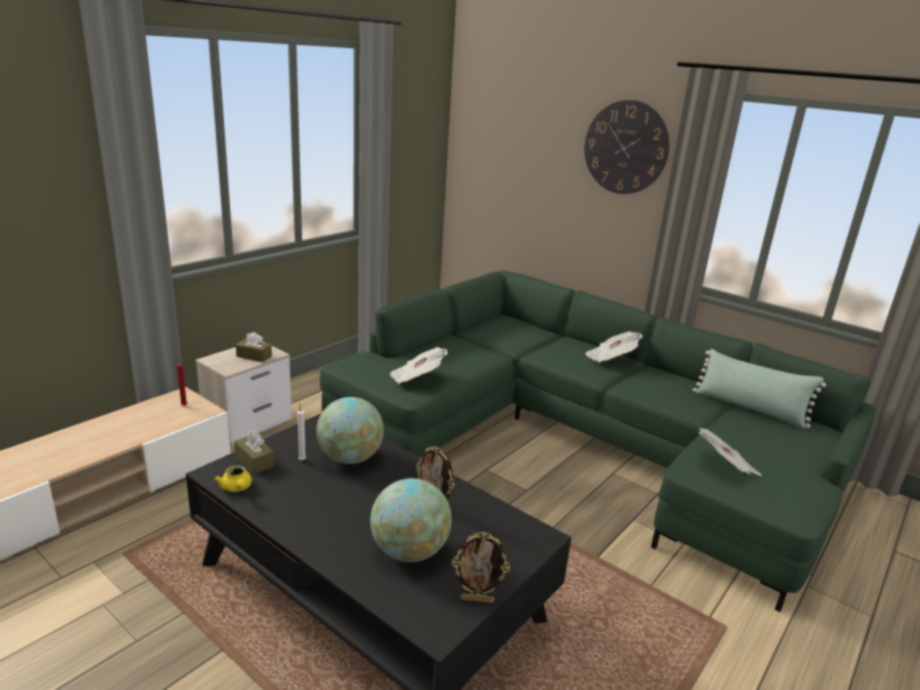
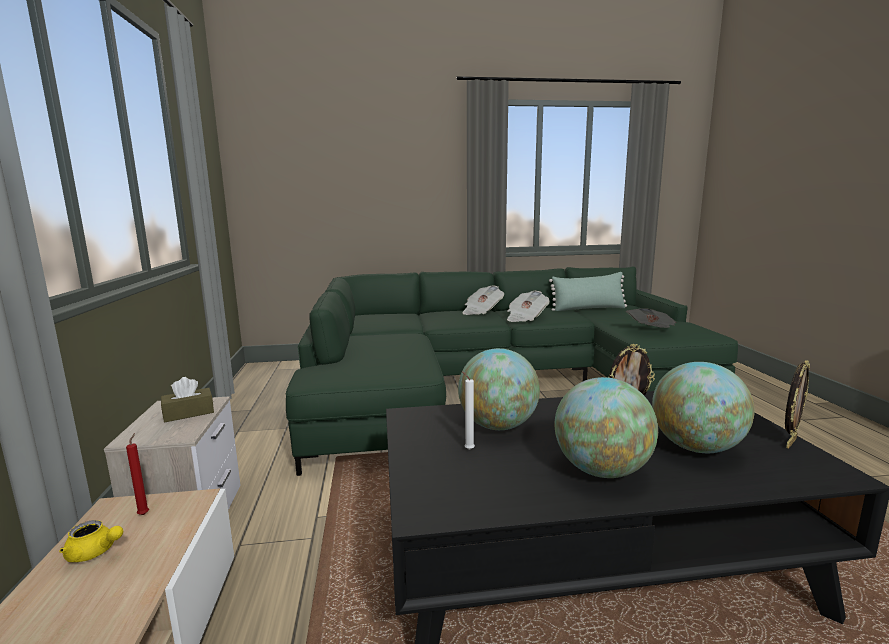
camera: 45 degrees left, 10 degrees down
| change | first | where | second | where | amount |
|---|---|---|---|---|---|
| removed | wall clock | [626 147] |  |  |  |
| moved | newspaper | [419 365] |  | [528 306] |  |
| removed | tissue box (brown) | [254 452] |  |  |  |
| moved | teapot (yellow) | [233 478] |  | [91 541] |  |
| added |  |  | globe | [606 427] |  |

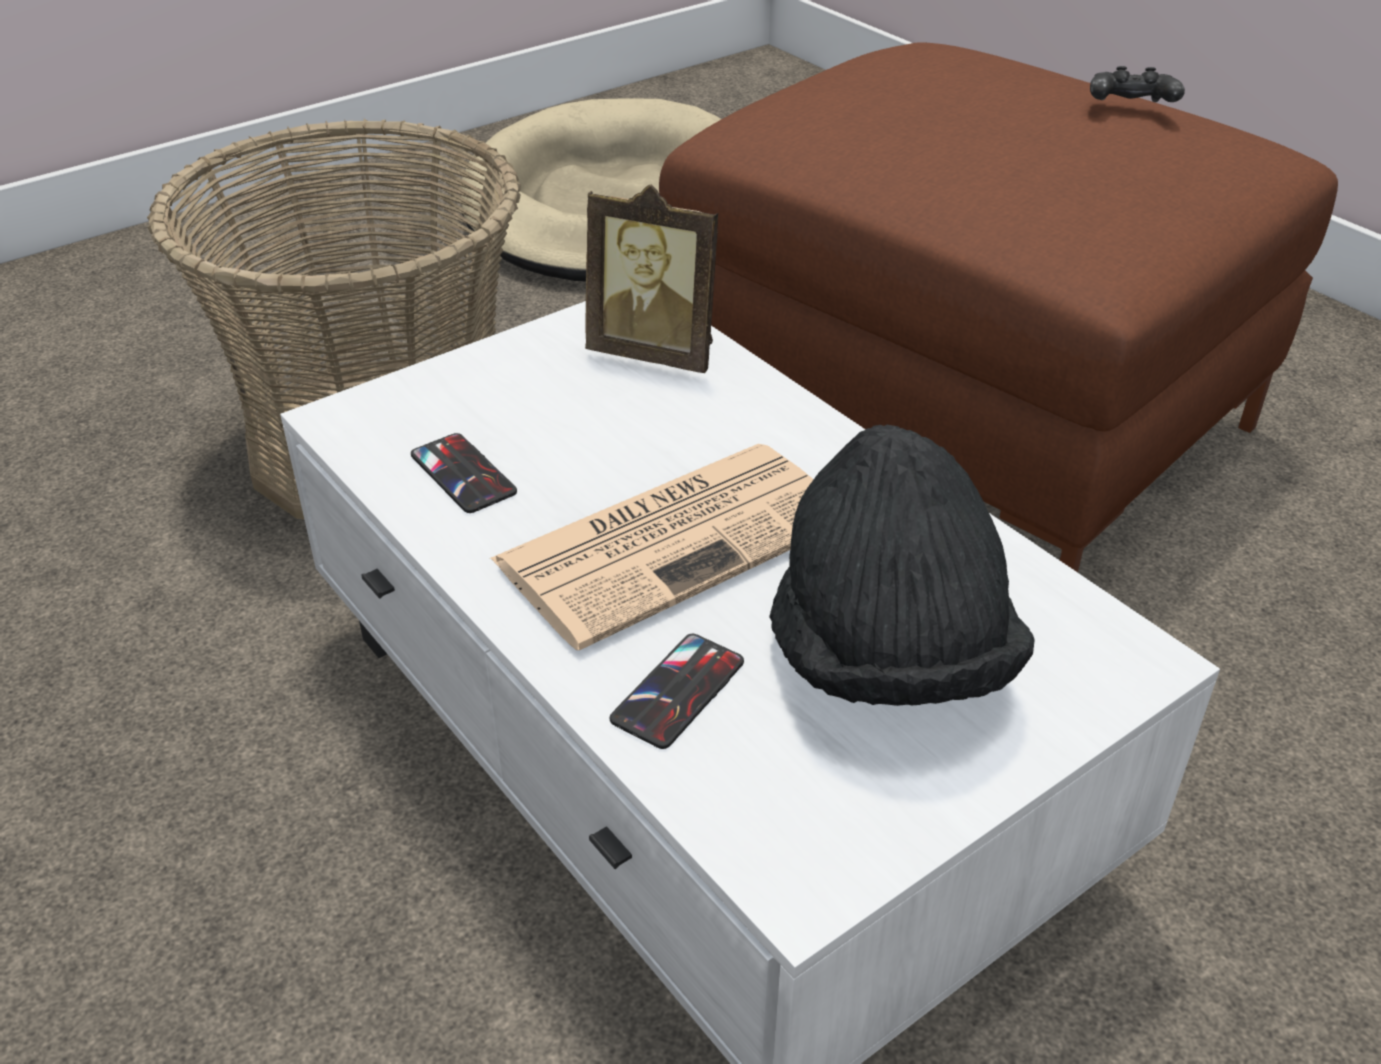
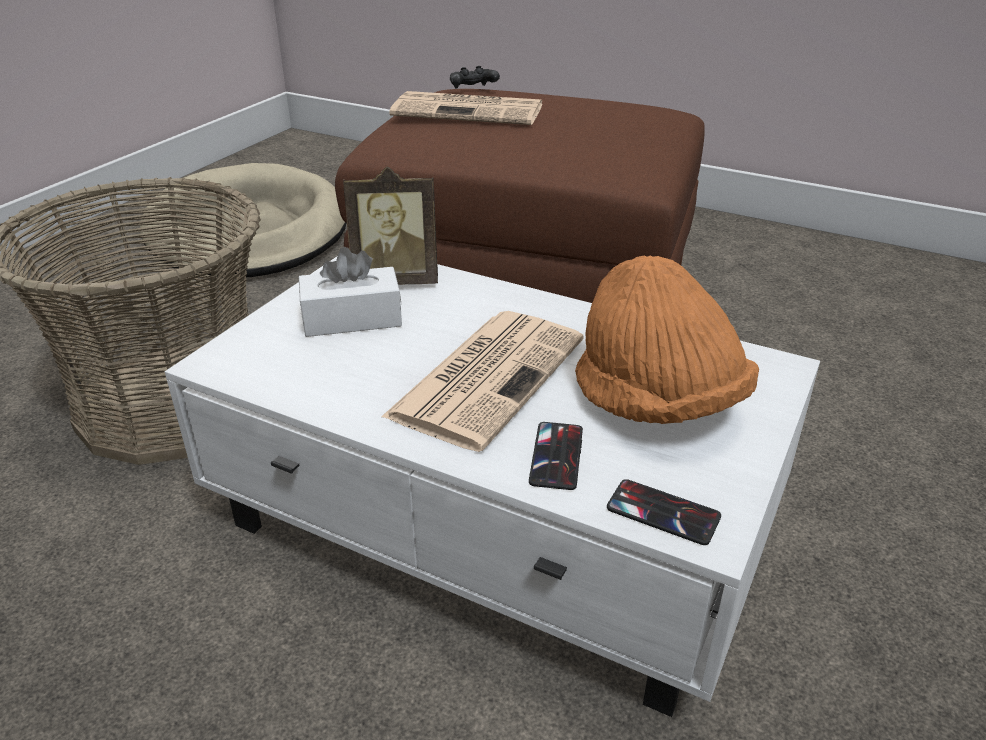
camera: 25 degrees left, 5 degrees down
| change | first | where | second | where | amount |
|---|---|---|---|---|---|
| moved | game controller (black) | [1137 84] |  | [475 77] |  |
| recoloured | hat (black) | [902 565] | hat (orange) | [667 339] |  |
| moved | phone | [464 473] |  | [664 512] |  |
| added |  |  | newspaper | [466 108] |  |
| added |  |  | tissue box (white) | [350 292] |  |

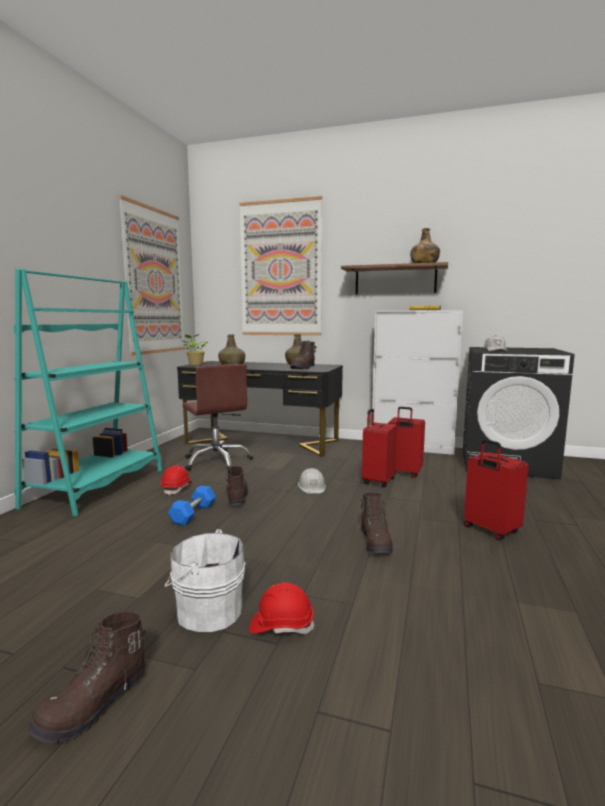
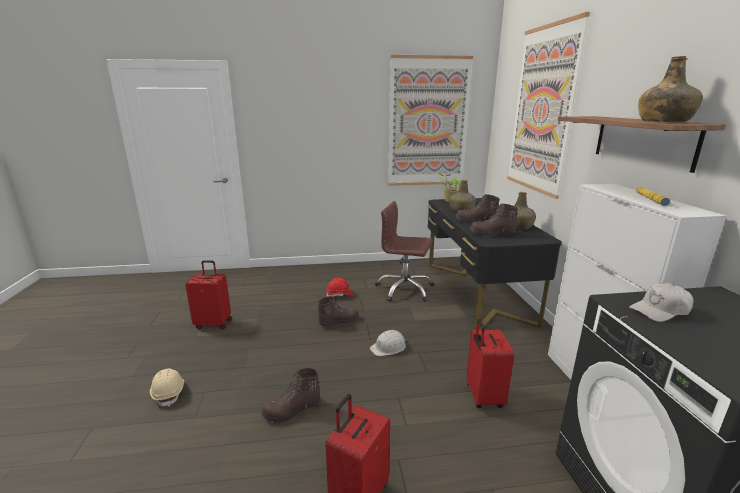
camera: 65 degrees right, 10 degrees up
| change | first | where | second | where | amount |
|---|---|---|---|---|---|
| removed | bookcase (turquoise) | [88 393] |  |  |  |
| turned | office chair (brown) | [218 417] |  | [404 251] | 75 degrees clockwise |
| moved | suitcase (red) | [379 448] |  | [208 295] |  |
| removed | dumbbell (blue) | [192 505] |  |  |  |
| removed | bucket (white) | [205 580] |  |  |  |
| recoloured | hard hat (red) | [282 608] | hard hat (beige) | [167 388] |  |
| moved | boot (brown) | [87 677] |  | [477 209] |  |

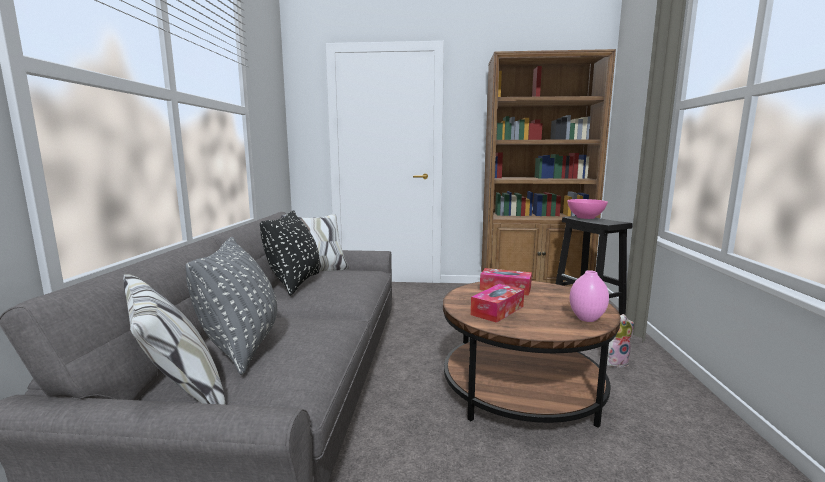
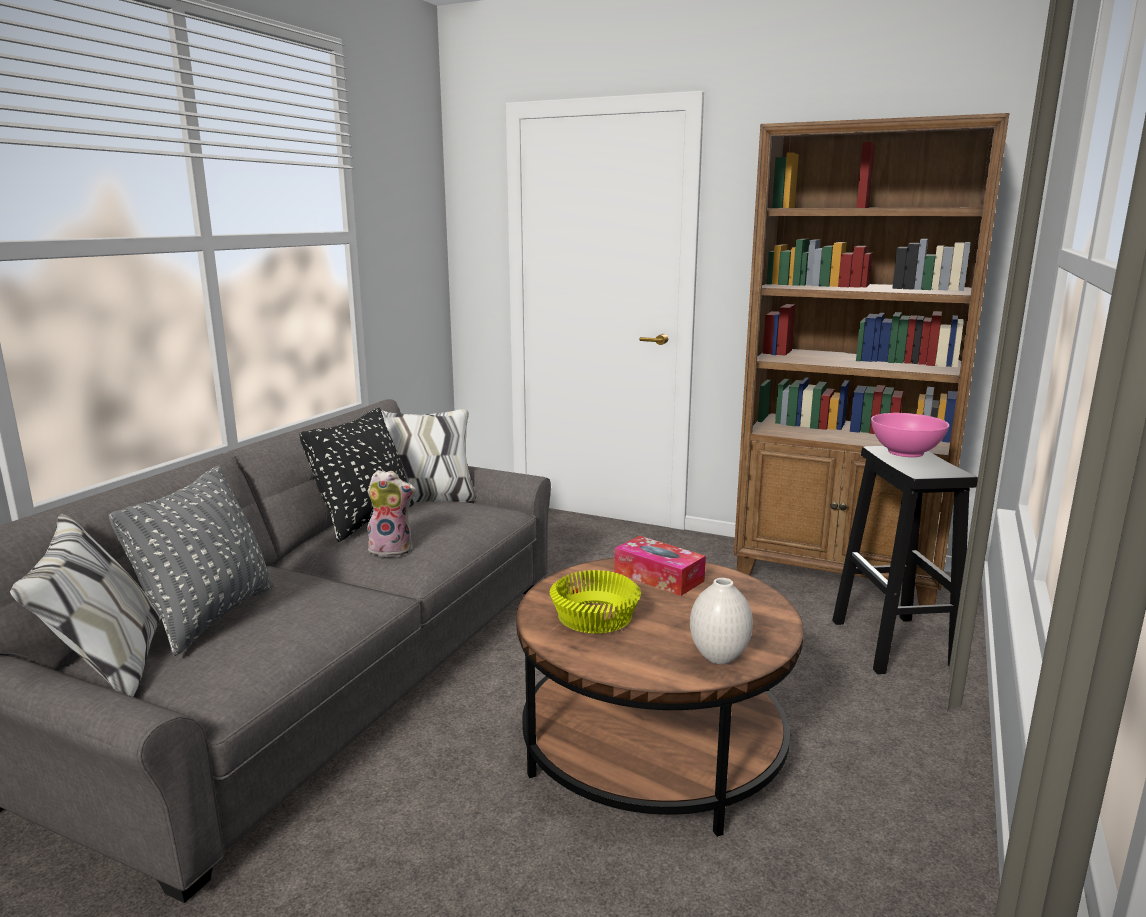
camera: 20 degrees right, 5 degrees up
| change | first | where | second | where | amount |
|---|---|---|---|---|---|
| recoloured | vase (pink) | [589 296] | vase (white) | [721 621] |  |
| replaced | tissue box | [497 303] | bowl (yellow) | [595 602] |  |
| moved | plush toy | [620 340] |  | [391 513] |  |

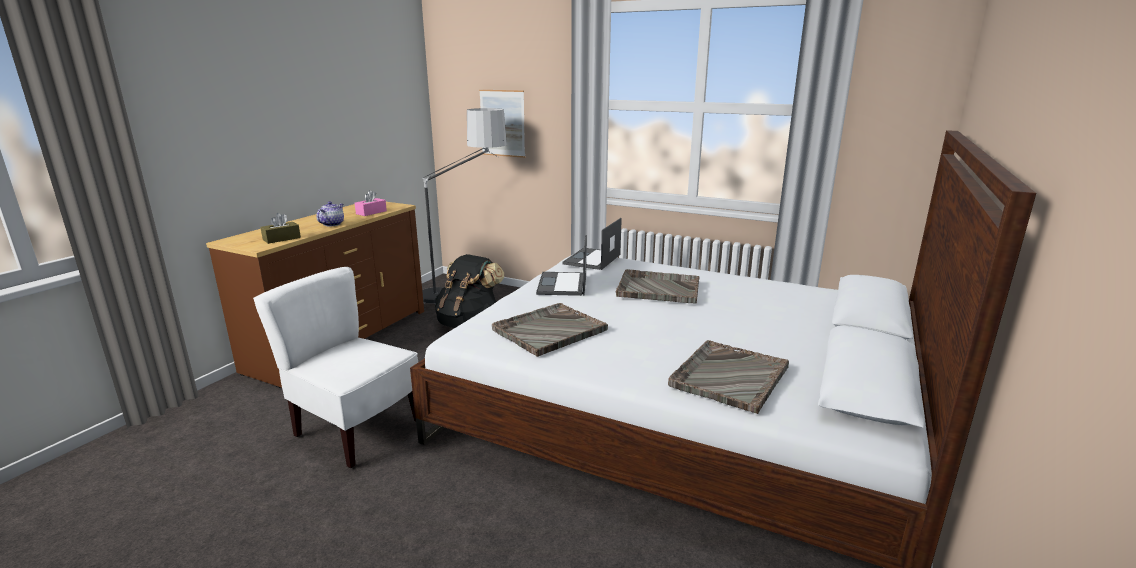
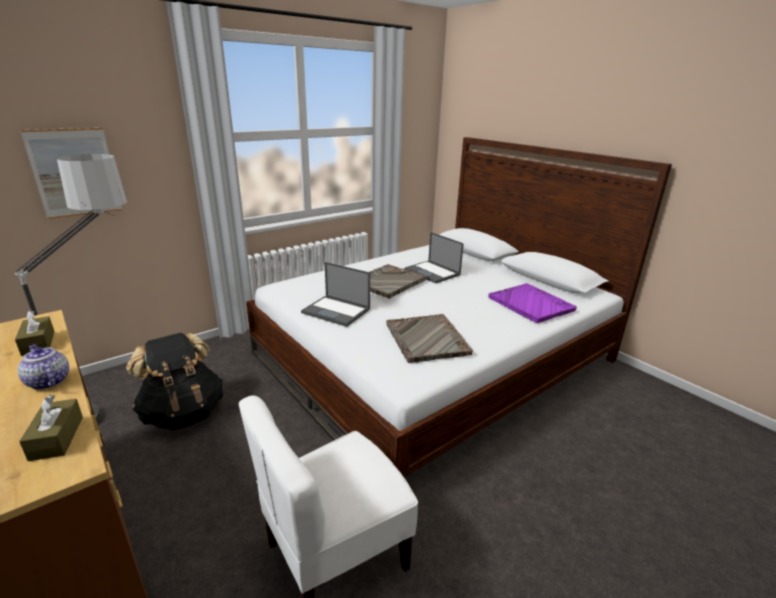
camera: 65 degrees left, 5 degrees up
| change | first | where | second | where | amount |
|---|---|---|---|---|---|
| recoloured | tissue box (pink) | [371 203] | tissue box (brown) | [35 333] |  |
| moved | laptop | [592 244] |  | [434 258] |  |
| recoloured | tray (grey) | [728 377] | tray (purple) | [532 303] |  |

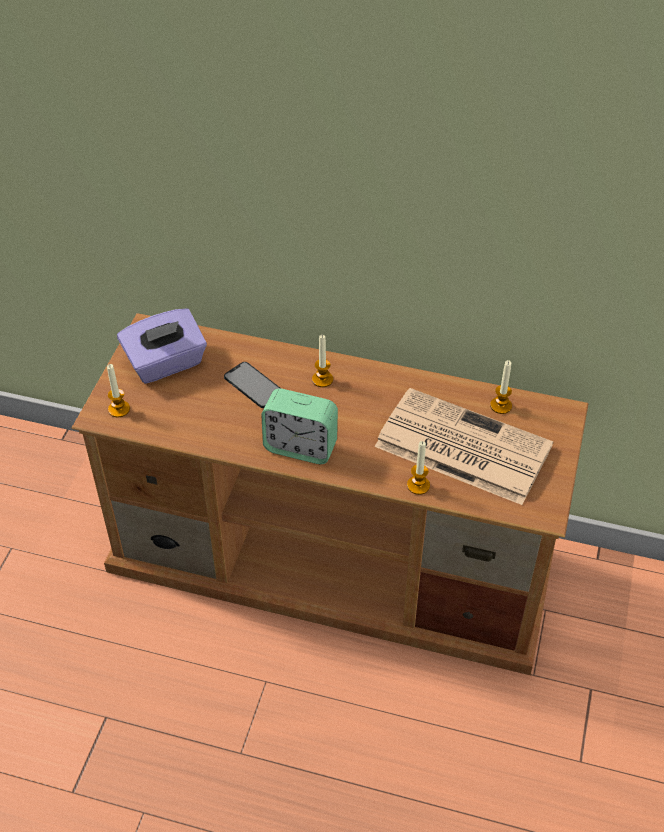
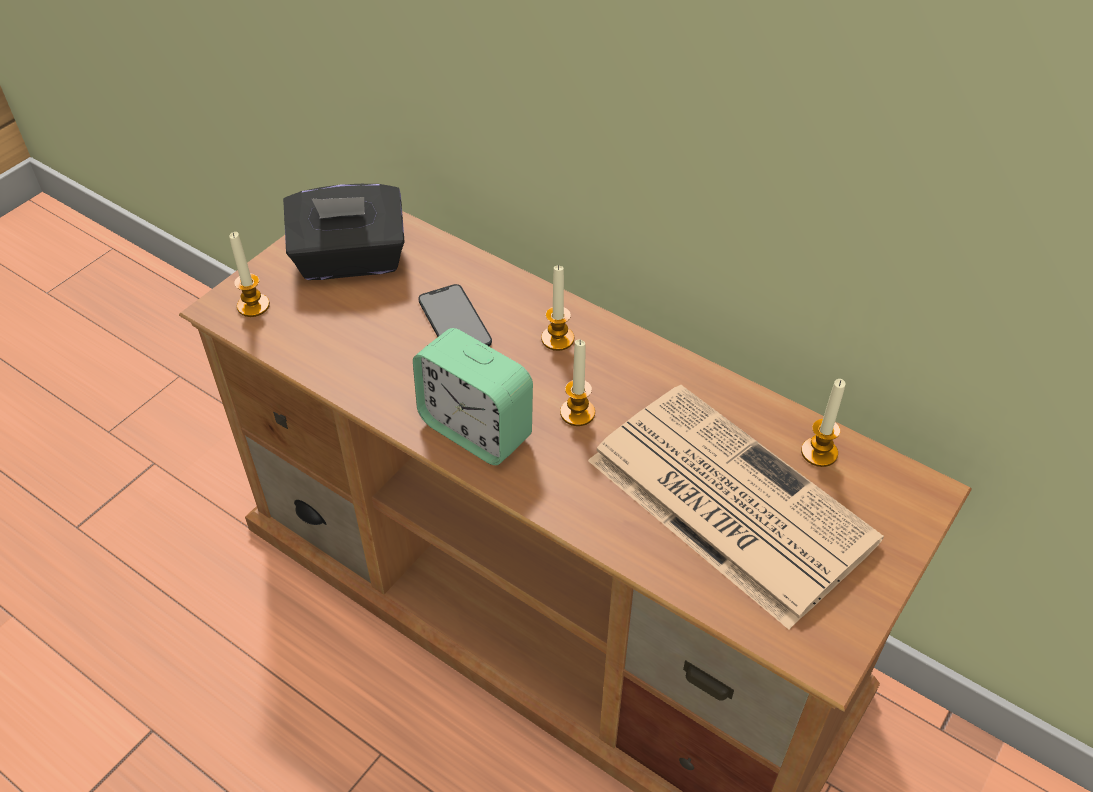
camera: 20 degrees right, 0 degrees up
| change | first | where | second | where | amount |
|---|---|---|---|---|---|
| recoloured | tissue box (purple) | [162 346] | tissue box (black) | [344 232] |  |
| moved | candle | [418 468] |  | [577 383] |  |

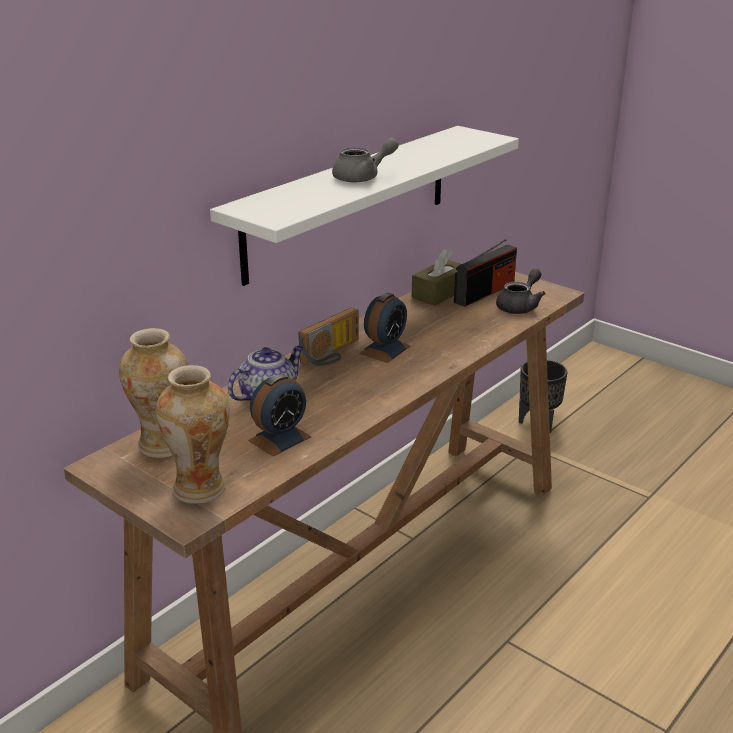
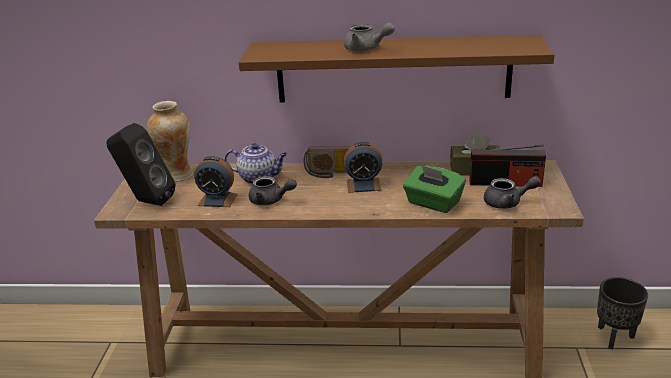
camera: 55 degrees right, 0 degrees up
| change | first | where | second | where | amount |
|---|---|---|---|---|---|
| recoloured | shelf (white) | [364 206] | shelf (brown) | [396 69] |  |
| replaced | vase | [193 434] | speaker (black) | [140 164] |  |
| added |  |  | tissue box (green) | [434 189] |  |
| added |  |  | teapot (grey) | [273 190] |  |

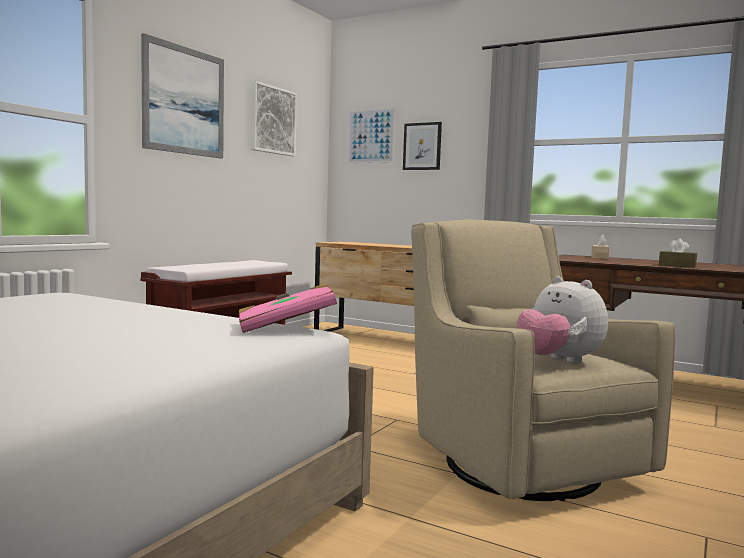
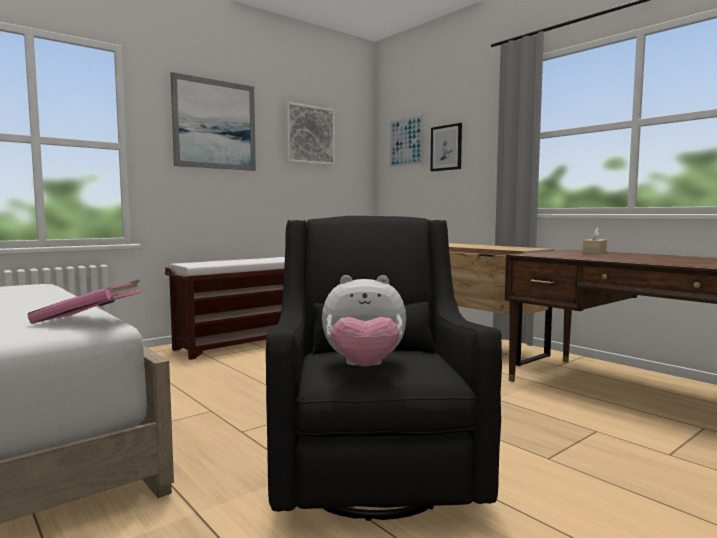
camera: 20 degrees right, 0 degrees up
| change | first | where | second | where | amount |
|---|---|---|---|---|---|
| recoloured | armchair (beige) | [543 360] | armchair (black) | [384 368] |  |
| removed | tissue box (brown) | [678 253] |  |  |  |
| turned | plush toy | [562 320] |  | [364 321] | 75 degrees counterclockwise |

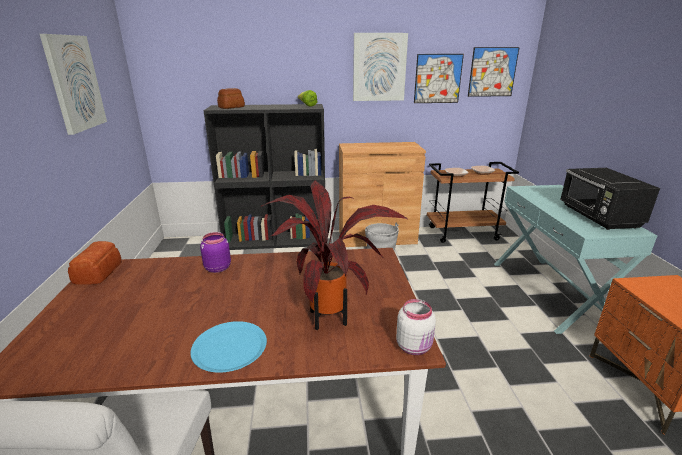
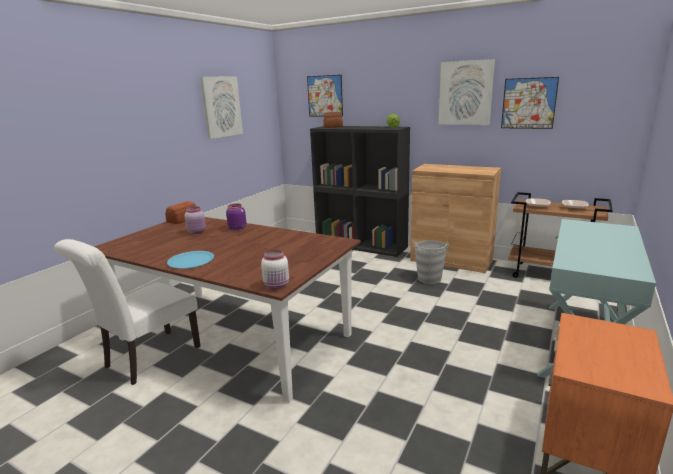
camera: 35 degrees right, 5 degrees down
| change | first | where | second | where | amount |
|---|---|---|---|---|---|
| moved | picture | [494 72] |  | [325 95] |  |
| removed | microwave (black) | [610 199] |  |  |  |
| removed | potted plant | [334 255] |  |  |  |
| added |  |  | jar (pink) | [195 220] |  |

